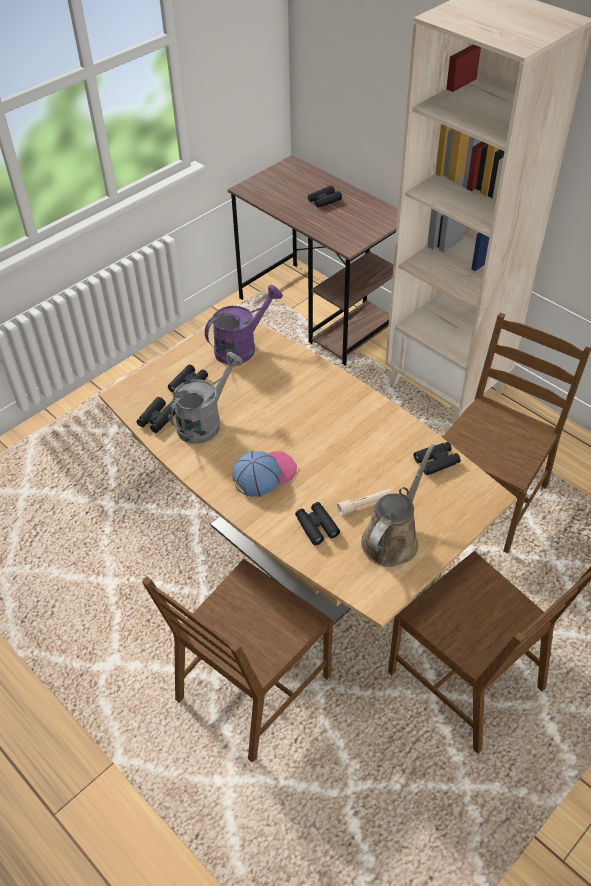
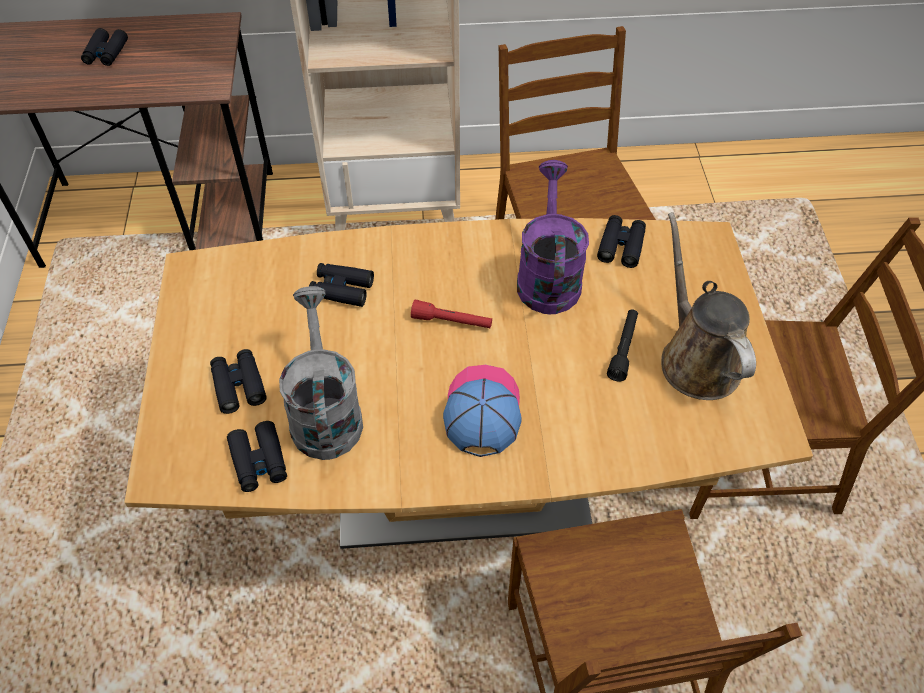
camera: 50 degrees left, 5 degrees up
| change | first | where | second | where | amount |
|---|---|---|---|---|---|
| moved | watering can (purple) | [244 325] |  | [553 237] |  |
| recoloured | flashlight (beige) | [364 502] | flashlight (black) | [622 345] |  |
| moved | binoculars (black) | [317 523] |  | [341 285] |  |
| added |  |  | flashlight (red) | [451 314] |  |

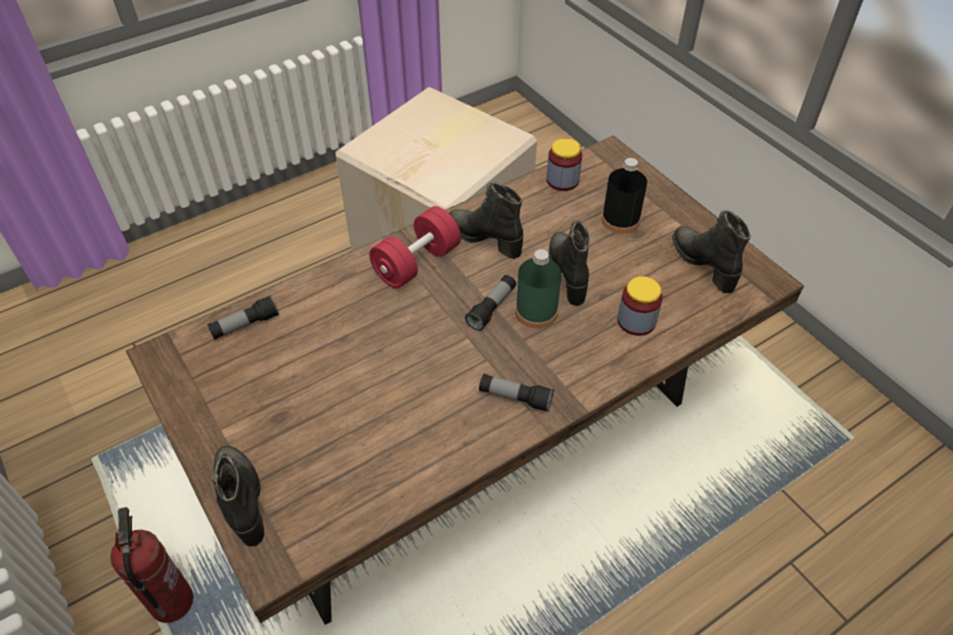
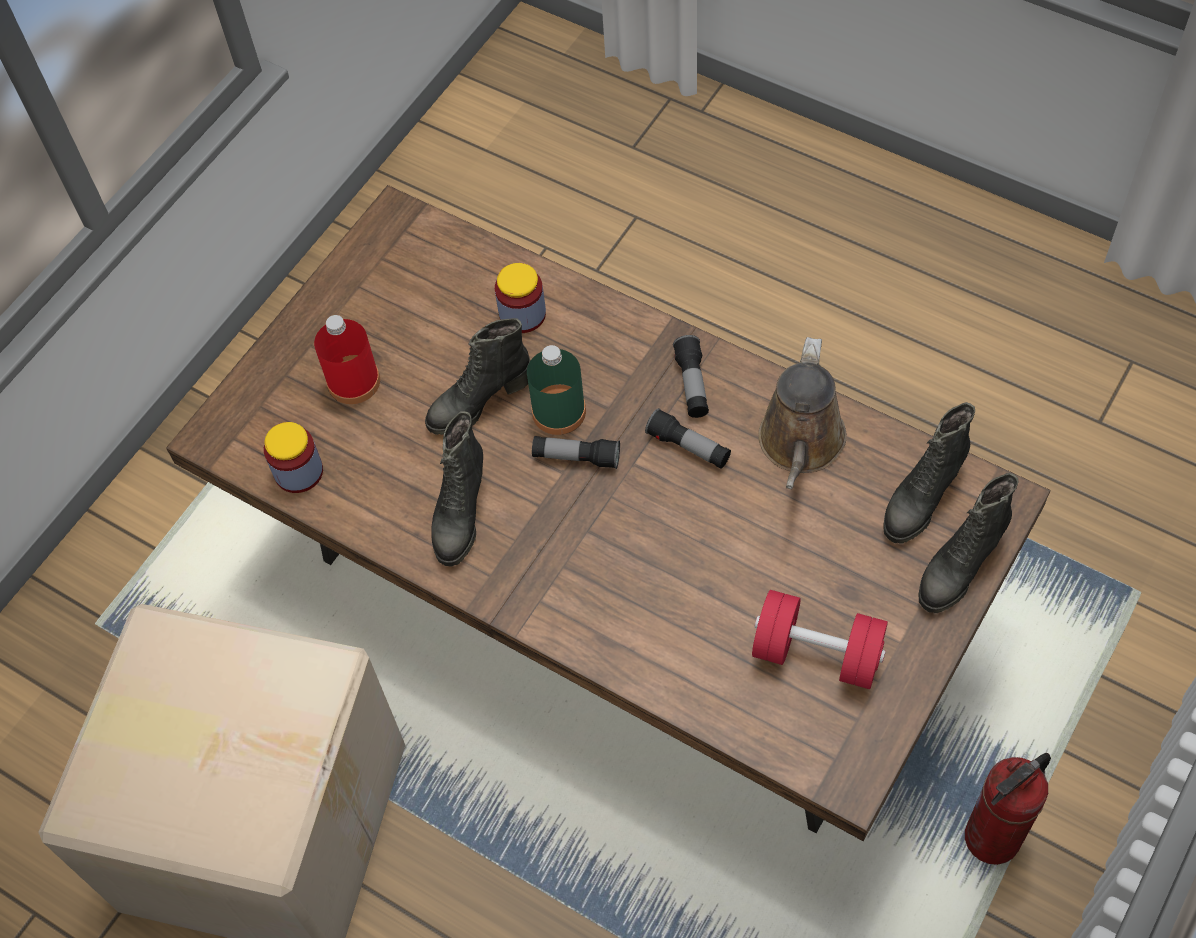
camera: 110 degrees left, 10 degrees up
| change | first | where | second | where | amount |
|---|---|---|---|---|---|
| recoloured | bottle (black) | [624 196] | bottle (red) | [347 359] |  |
| moved | dumbbell (red) | [415 247] |  | [820 639] |  |
| moved | boot (black) | [711 251] |  | [929 473] |  |
| moved | flashlight | [243 317] |  | [688 438] |  |
| added |  |  | watering can (brown) | [802 413] |  |

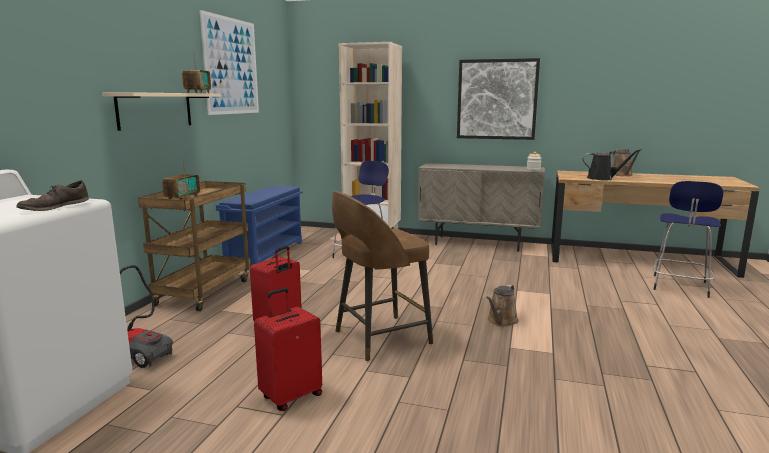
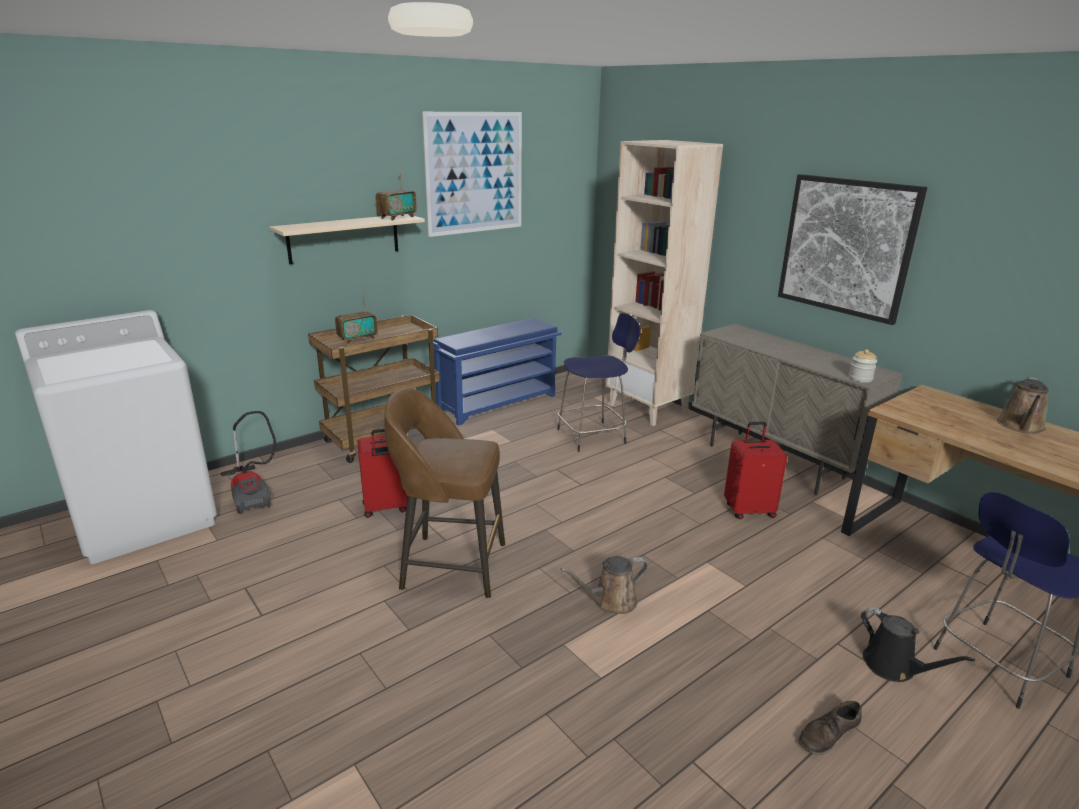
camera: 35 degrees right, 10 degrees up
| change | first | where | second | where | amount |
|---|---|---|---|---|---|
| moved | watering can (black) | [611 165] |  | [918 644] |  |
| moved | shoe (brown) | [53 196] |  | [830 728] |  |
| moved | suitcase (red) | [288 349] |  | [755 470] |  |

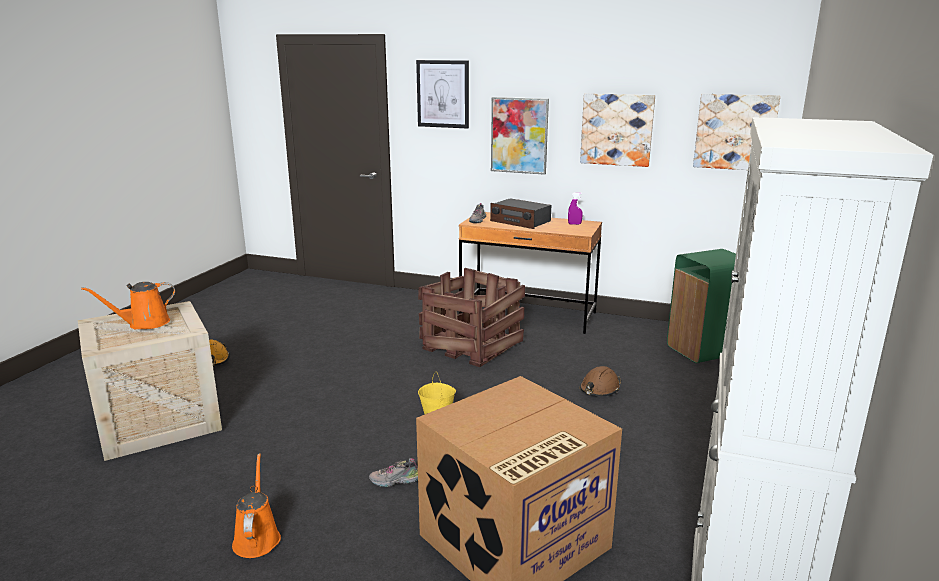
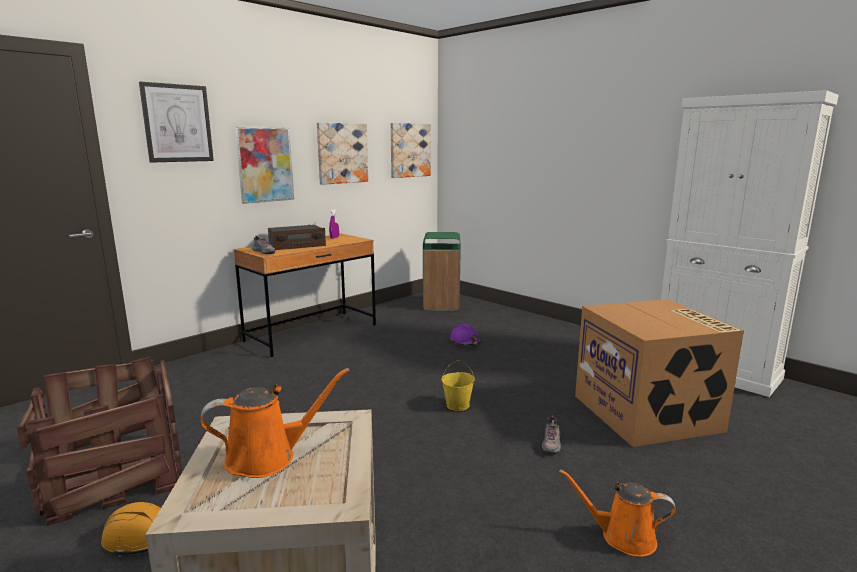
camera: 65 degrees left, 5 degrees down
| change | first | where | second | where | amount |
|---|---|---|---|---|---|
| moved | crate | [471 317] |  | [100 441] |  |
| turned | watering can (orange) | [128 305] |  | [275 423] | 105 degrees counterclockwise |
| recoloured | hard hat (brown) | [600 381] | hard hat (purple) | [465 334] |  |

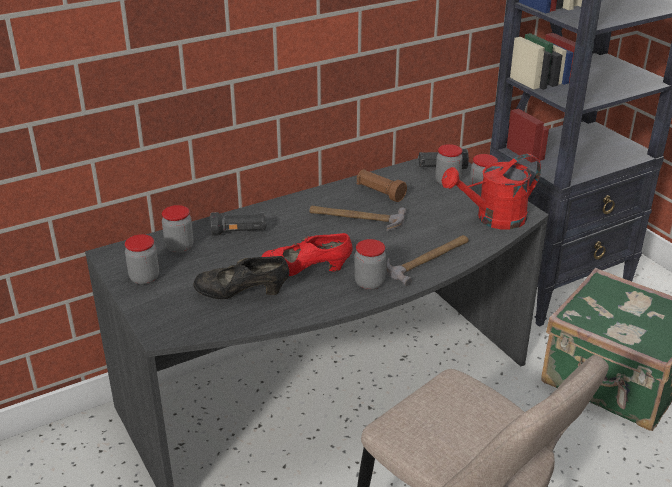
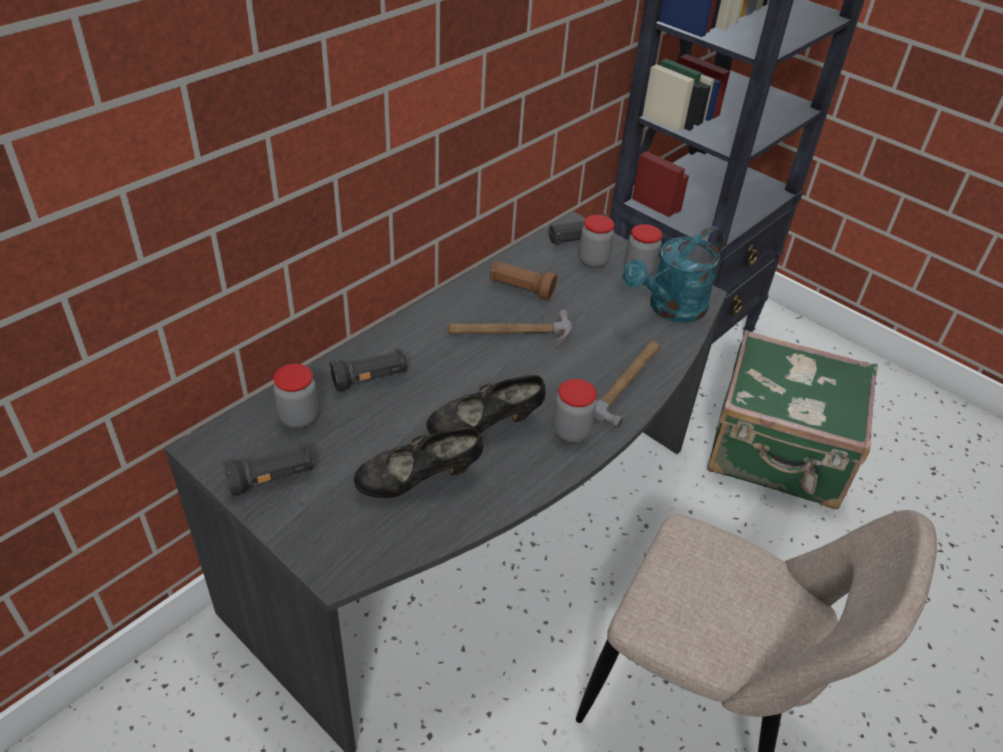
camera: 20 degrees left, 10 degrees up
| change | first | where | second | where | amount |
|---|---|---|---|---|---|
| recoloured | watering can (red) | [491 191] | watering can (turquoise) | [673 274] |  |
| recoloured | shoe (red) | [307 254] | shoe (black) | [486 405] |  |
| replaced | jar | [142 259] | flashlight (black) | [268 469] |  |

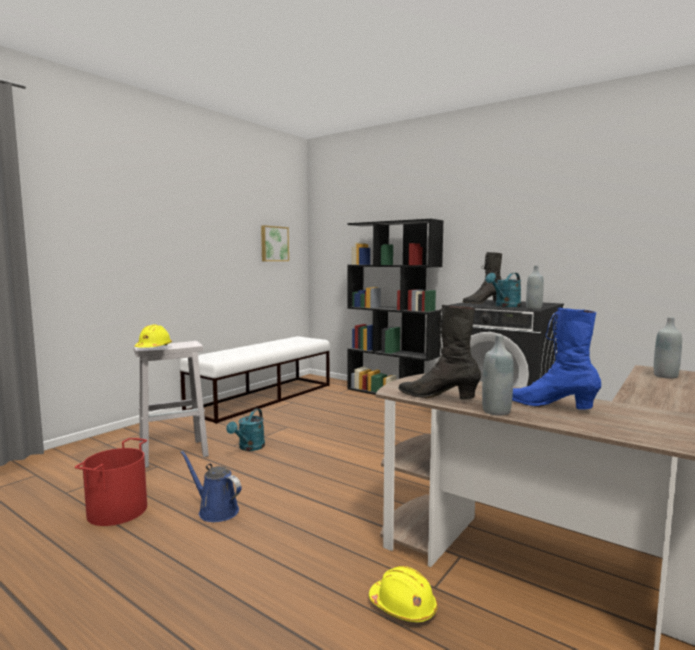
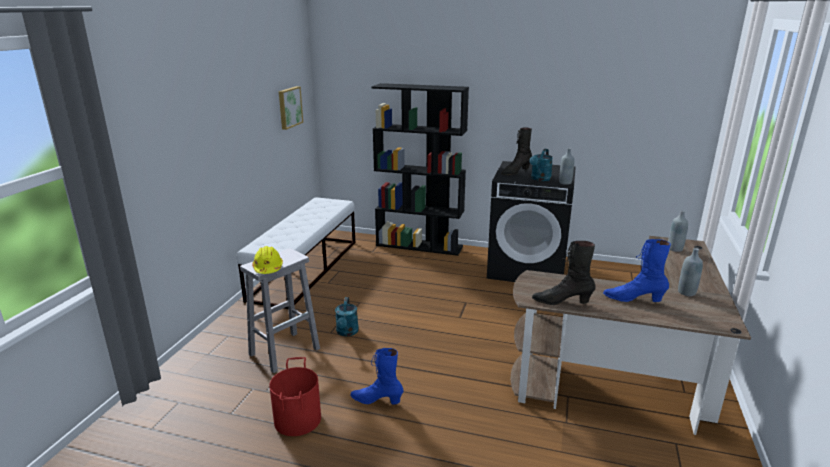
camera: 20 degrees left, 15 degrees up
| change | first | where | second | where | amount |
|---|---|---|---|---|---|
| moved | bottle (grey) | [498 375] |  | [690 272] |  |
| replaced | watering can (blue) | [211 486] | boot (blue) | [377 376] |  |
| removed | hard hat (yellow) | [403 594] |  |  |  |

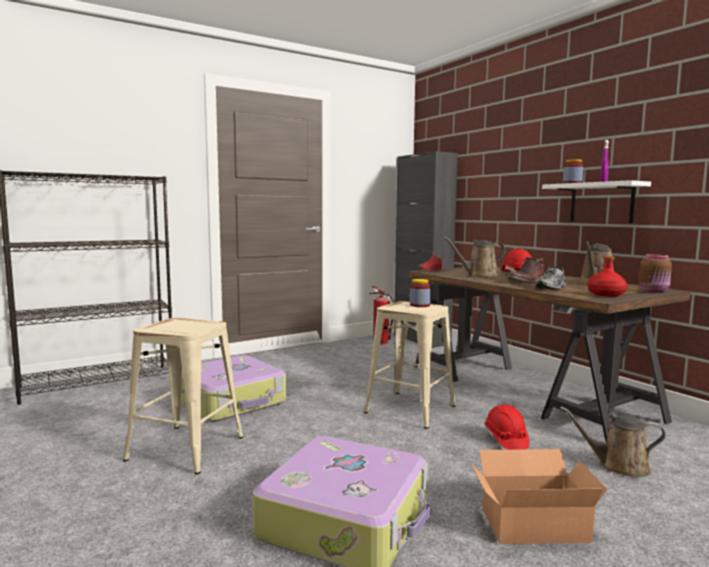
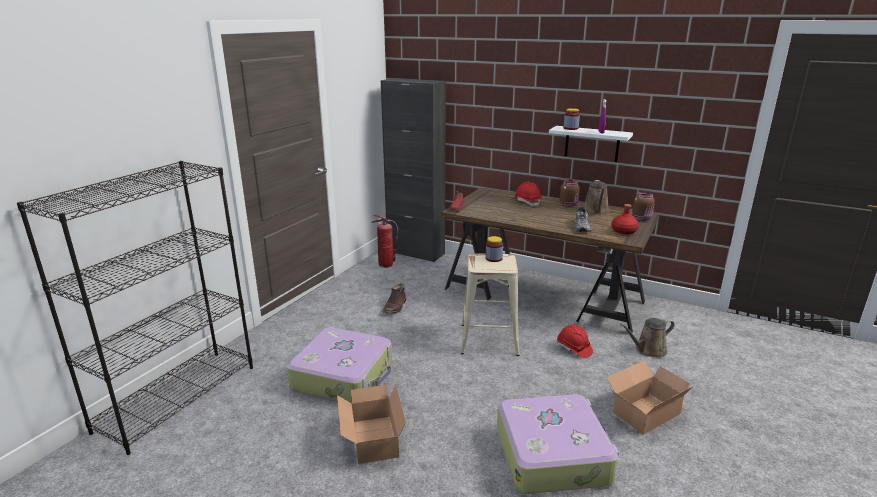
camera: 30 degrees left, 15 degrees up
| change | first | where | second | where | amount |
|---|---|---|---|---|---|
| removed | watering can (brown) | [474 257] |  |  |  |
| moved | boot (brown) | [525 270] |  | [394 298] |  |
| replaced | stool (beige) | [183 396] | cardboard box | [371 424] |  |
| added |  |  | jar (brown) | [570 193] |  |

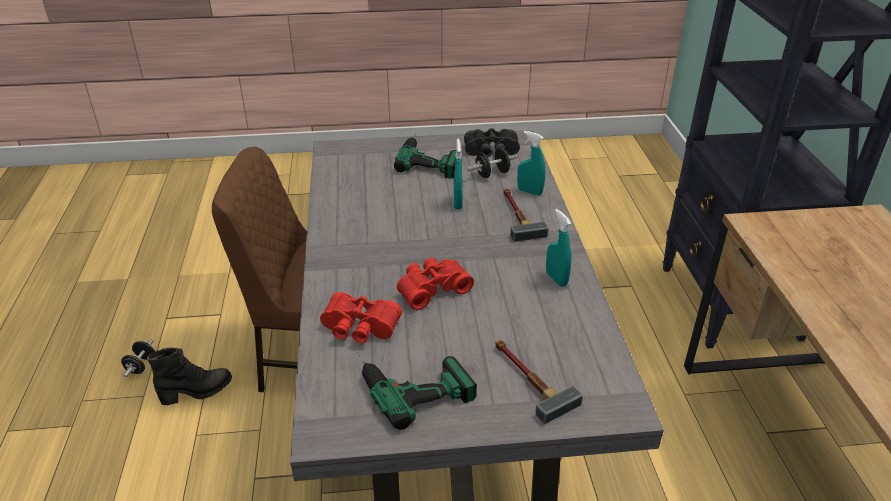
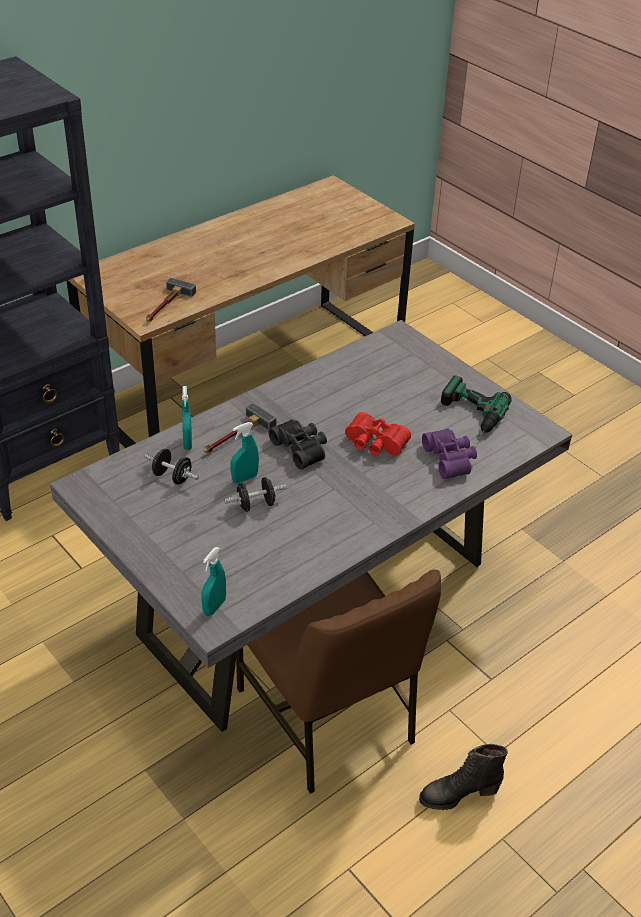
camera: 125 degrees left, 5 degrees up
| change | first | where | second | where | amount |
|---|---|---|---|---|---|
| moved | binoculars (black) | [492 142] |  | [297 444] |  |
| removed | power drill | [425 156] |  |  |  |
| moved | spray bottle (turquoise) | [559 248] |  | [213 581] |  |
| recoloured | binoculars (red) | [361 317] | binoculars (purple) | [449 454] |  |
| moved | dumbbell (black) | [138 358] |  | [255 494] |  |
| moved | hammer | [539 382] |  | [171 300] |  |
| turned | boot (black) | [189 376] |  | [463 777] | 45 degrees counterclockwise |

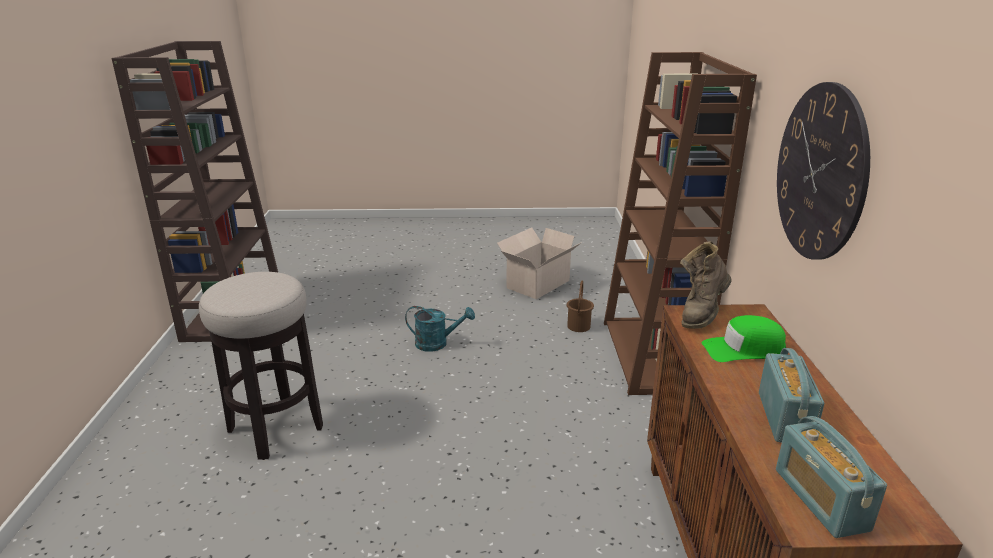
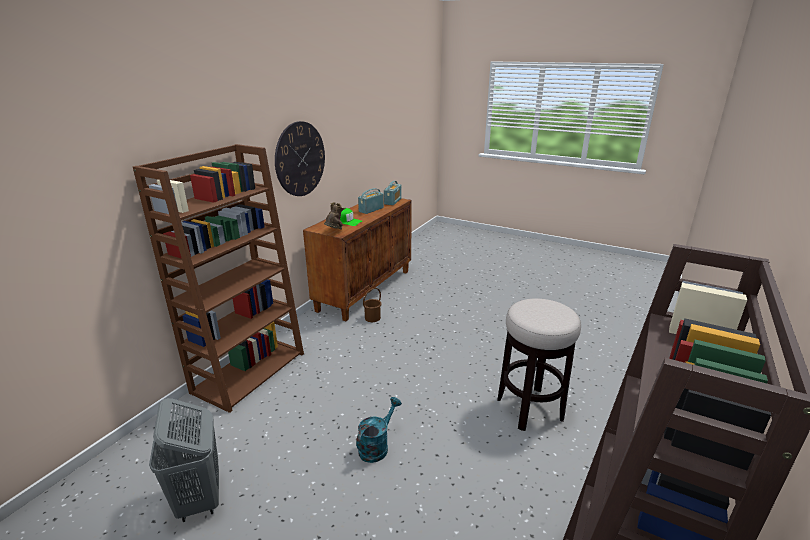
camera: 150 degrees left, 0 degrees up
| change | first | where | second | where | amount |
|---|---|---|---|---|---|
| replaced | cardboard box | [539 263] | laundry basket (grey) | [184 460] |  |
| turned | boot (brown) | [705 285] |  | [335 216] | 60 degrees counterclockwise |
| moved | bucket (brown) | [580 306] |  | [372 305] |  |
| turned | watering can (turquoise) | [440 329] |  | [379 430] | 90 degrees clockwise |

